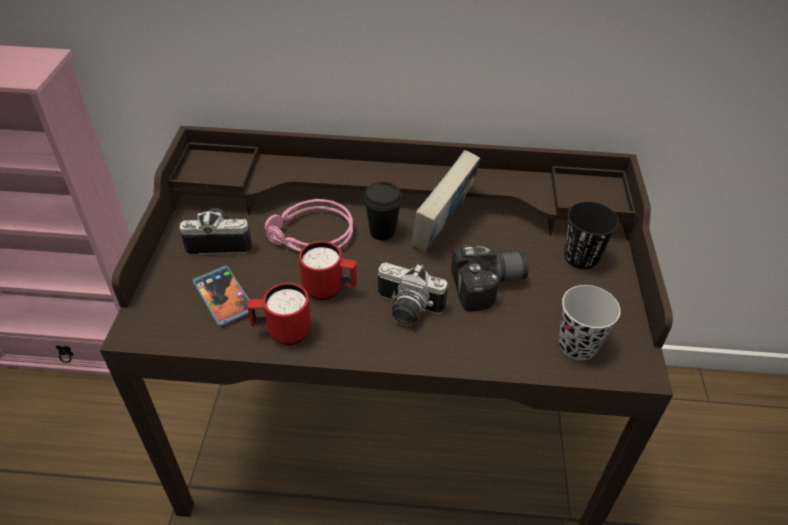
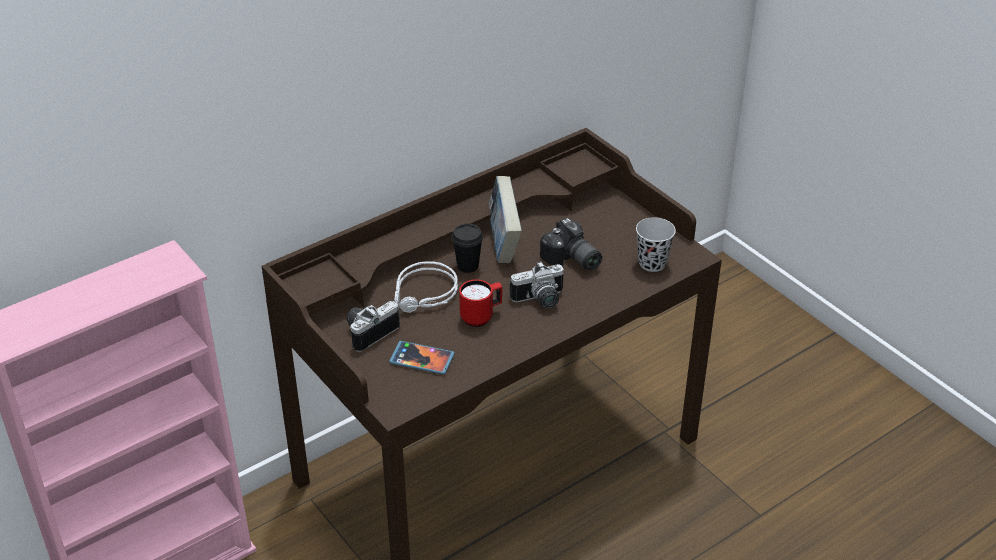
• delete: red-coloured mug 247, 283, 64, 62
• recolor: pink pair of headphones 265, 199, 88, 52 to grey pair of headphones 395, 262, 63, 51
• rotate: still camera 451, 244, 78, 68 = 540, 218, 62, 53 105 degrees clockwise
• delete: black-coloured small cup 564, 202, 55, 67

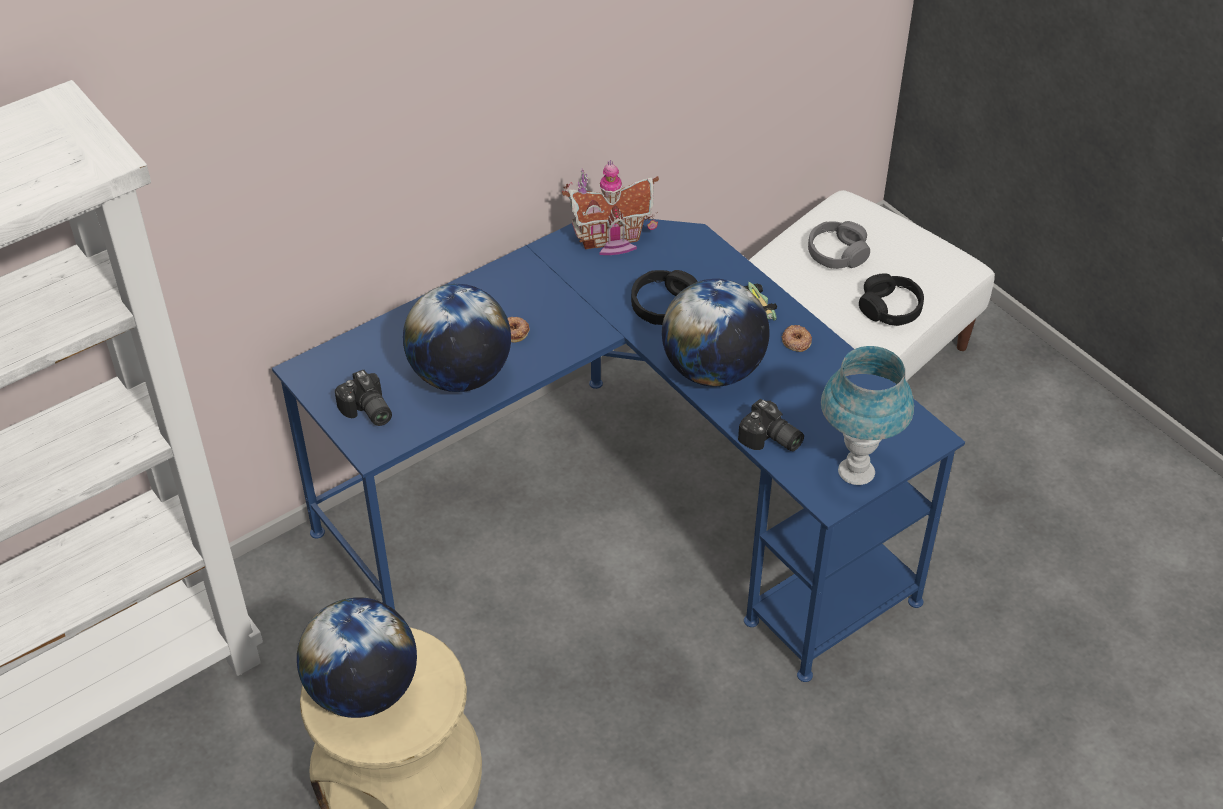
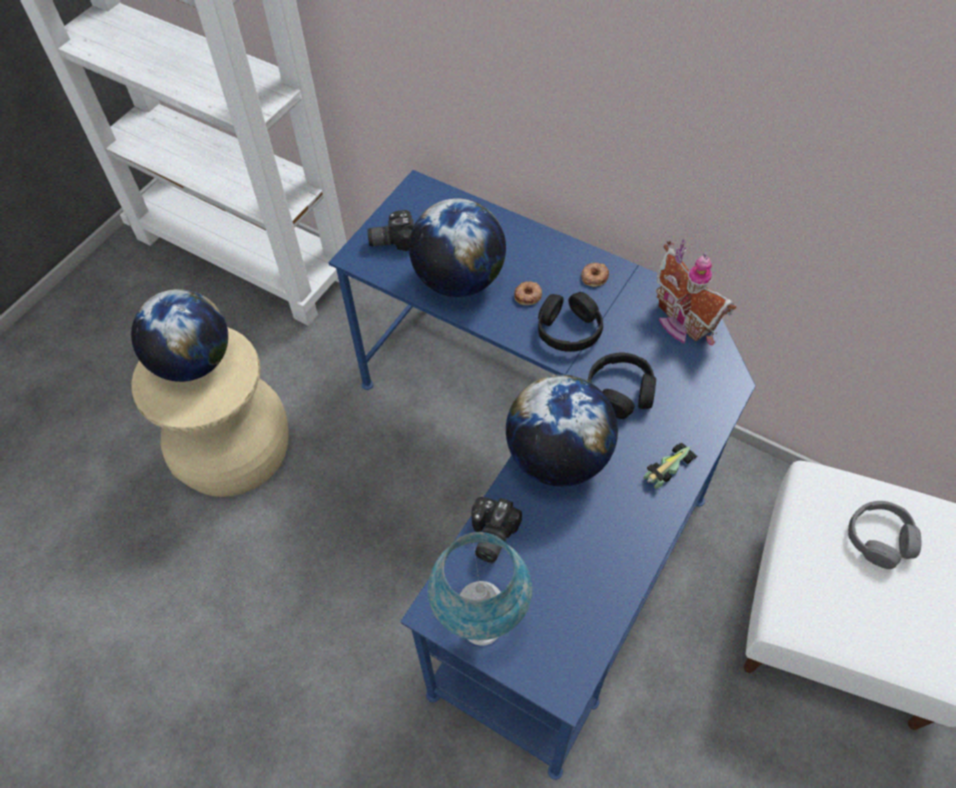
• rotate: still camera 335, 370, 57, 56 = 367, 210, 47, 41 45 degrees clockwise
• move: ring doughnut 782, 325, 30, 27 to 581, 263, 28, 24
• move: black-coloured pair of headphones 859, 273, 65, 53 to 538, 292, 65, 60

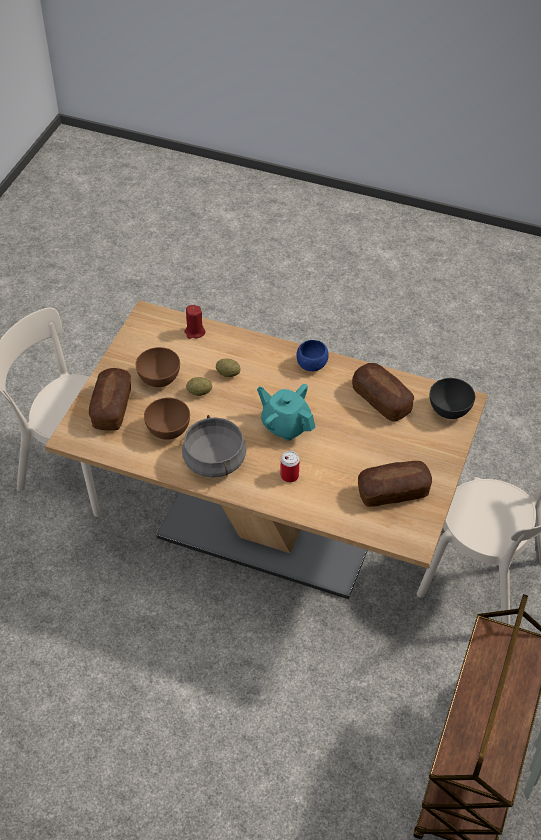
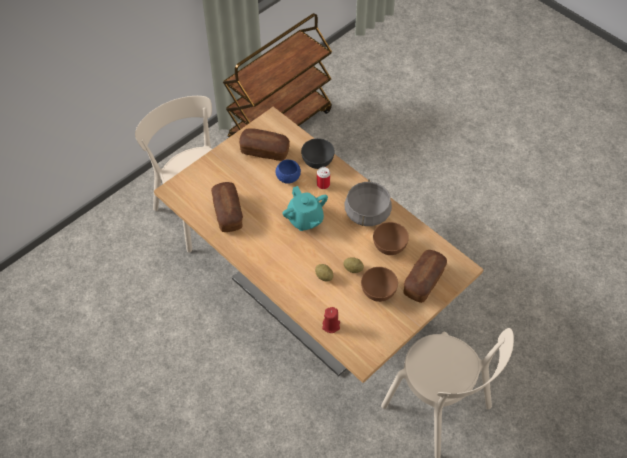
• move: blue bowl 297, 340, 32, 31 to 276, 159, 25, 25
• move: grey bowl 430, 378, 45, 41 to 301, 138, 34, 31

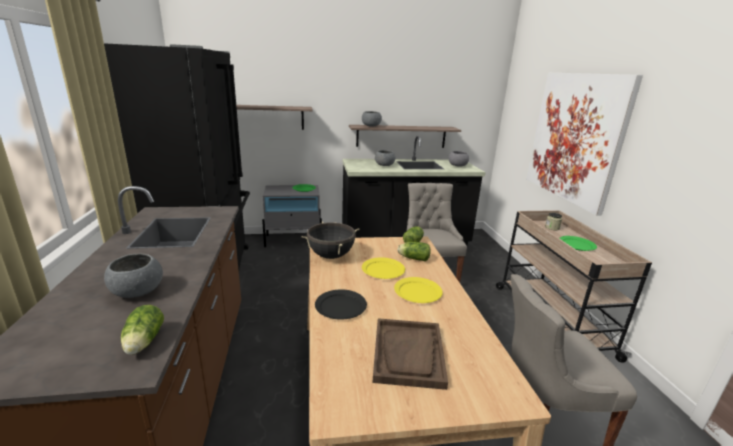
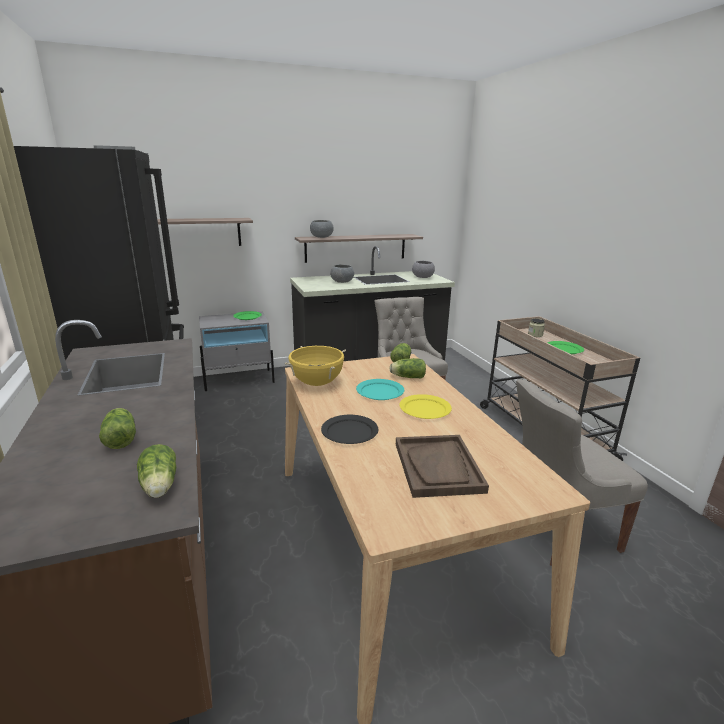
• replace: grey bowl 104, 254, 59, 44 to lettuce head 99, 408, 37, 41
• recolor: black-coloured cooking pot 301, 222, 59, 37 to yellow cooking pot 285, 346, 61, 40
• recolor: yellow flat dish 362, 257, 43, 22 to turquoise flat dish 356, 379, 48, 21
• delete: wall picture 526, 73, 117, 142

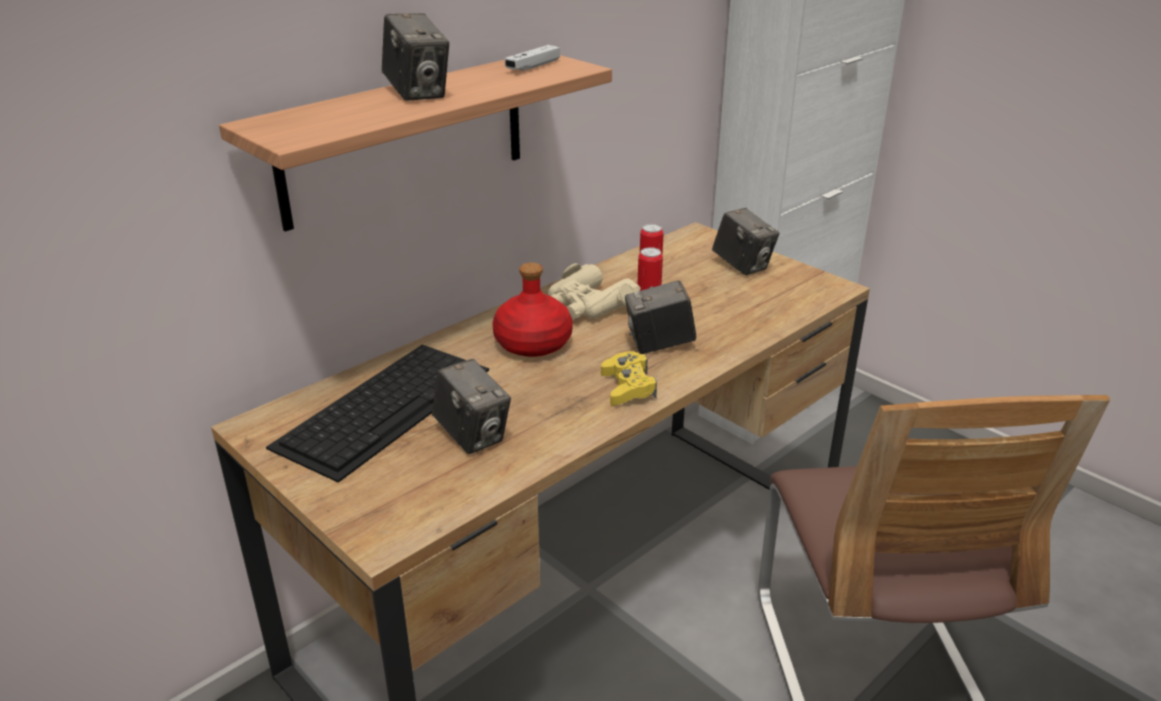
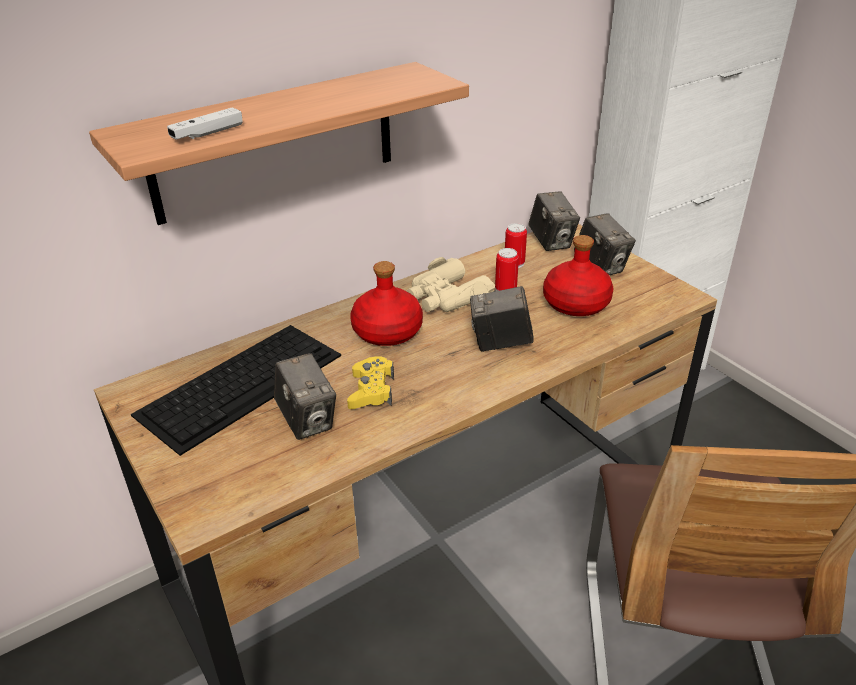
• move: still camera 382, 13, 67, 88 to 528, 191, 52, 60
• move: white joypad 505, 45, 55, 26 to 167, 107, 76, 33
• move: yellow joypad 601, 351, 56, 55 to 347, 356, 47, 53
• insert: red-coloured drink bottle 543, 235, 70, 81

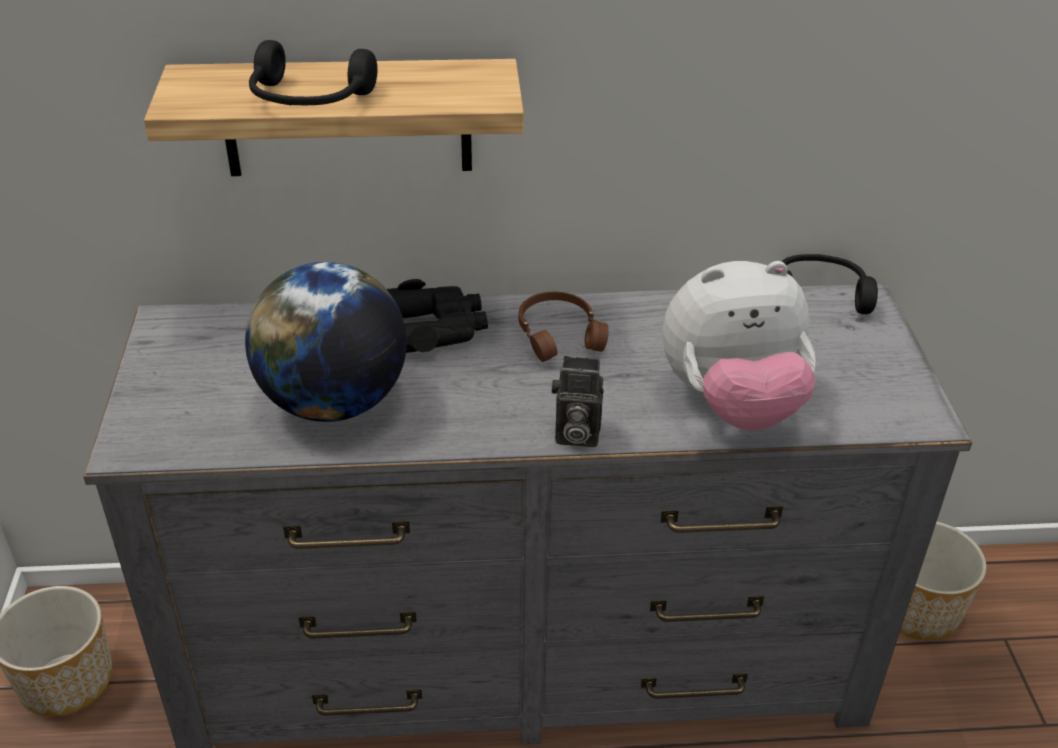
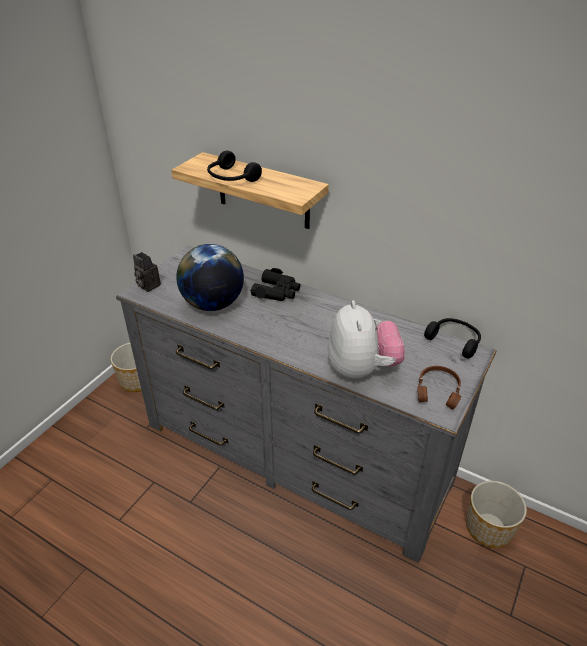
• move: brown pair of headphones 519, 292, 90, 70 to 418, 366, 43, 44
• move: still camera 552, 356, 52, 91 to 133, 252, 28, 40
• rotate: plush toy 662, 261, 154, 170 = 327, 300, 78, 80 120 degrees counterclockwise

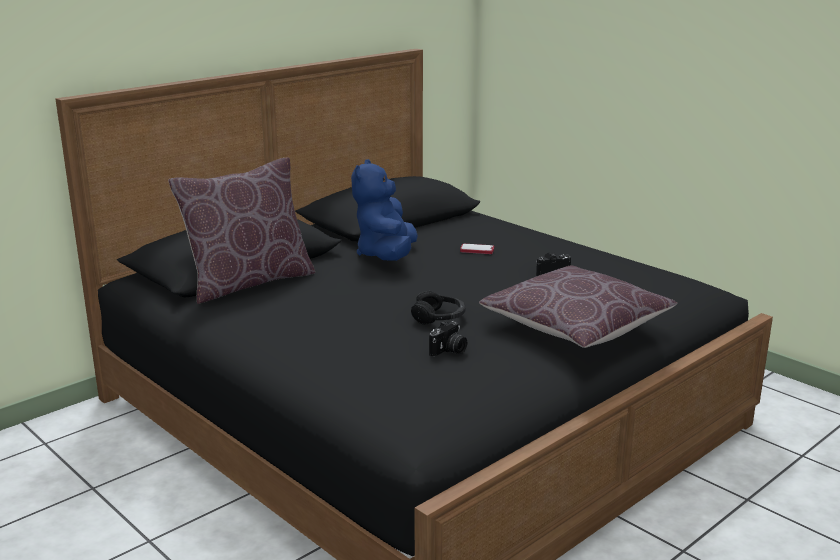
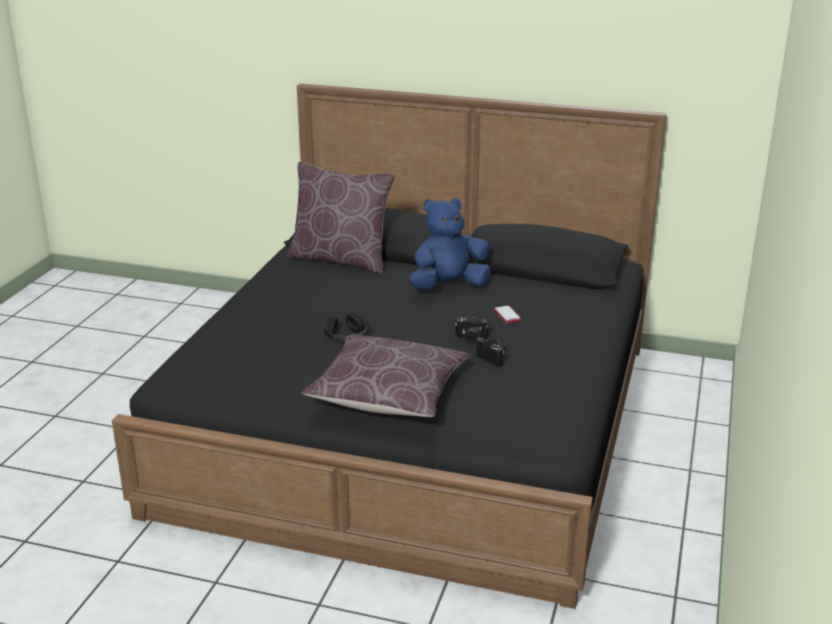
• move: still camera 429, 321, 38, 35 to 455, 316, 34, 28

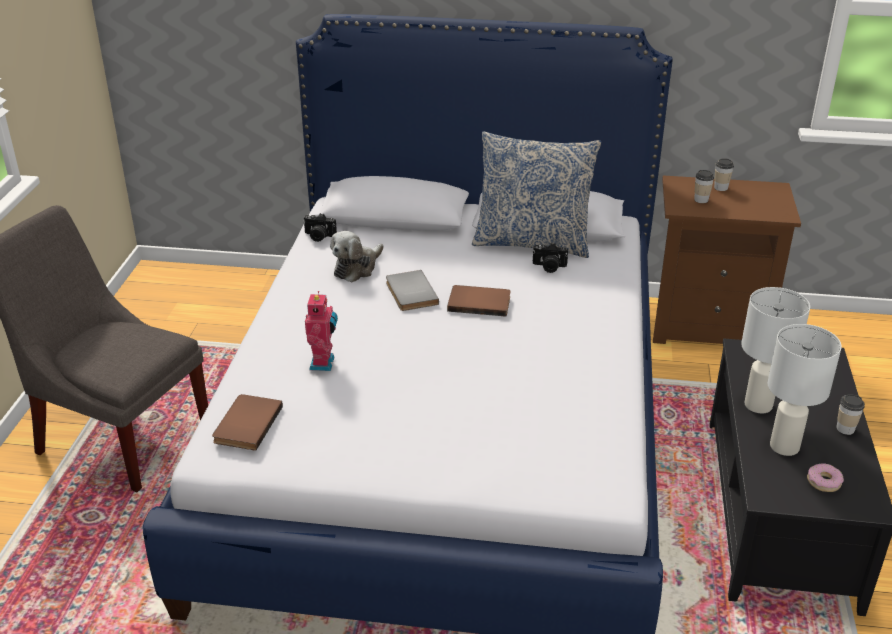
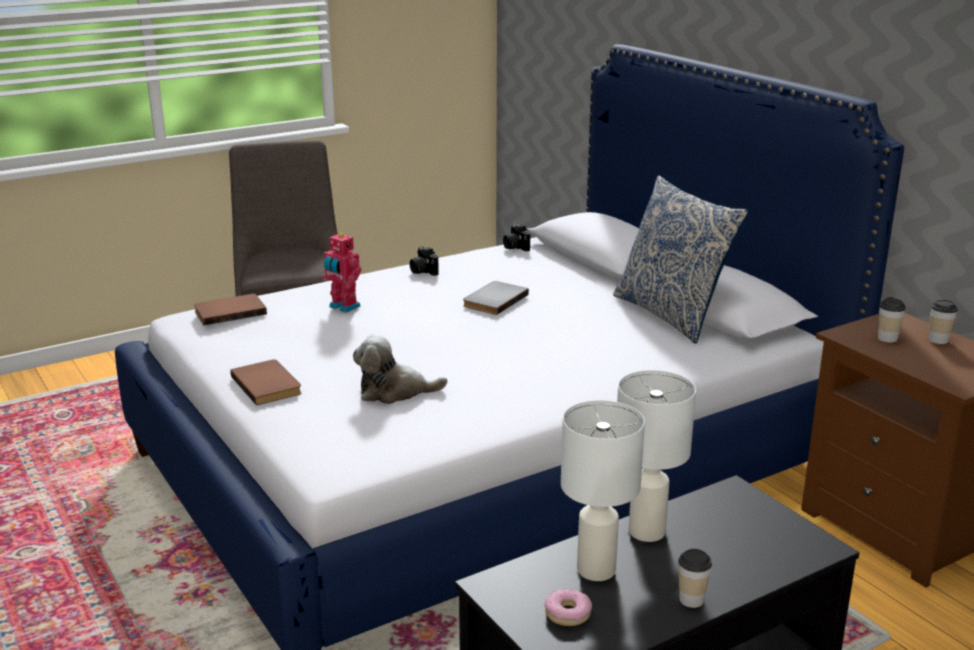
• rotate: toy robot 305, 291, 33, 80 = 322, 232, 39, 81 75 degrees clockwise
• move: plush toy 330, 231, 54, 51 to 353, 334, 94, 70
• move: brown bound book 447, 285, 64, 32 to 230, 359, 72, 46
• move: still camera 532, 243, 36, 30 to 410, 246, 29, 30

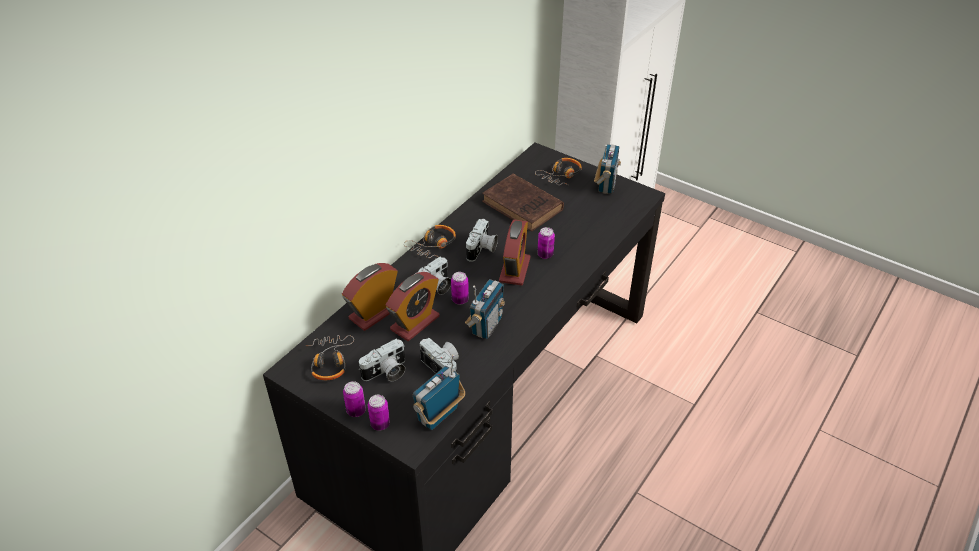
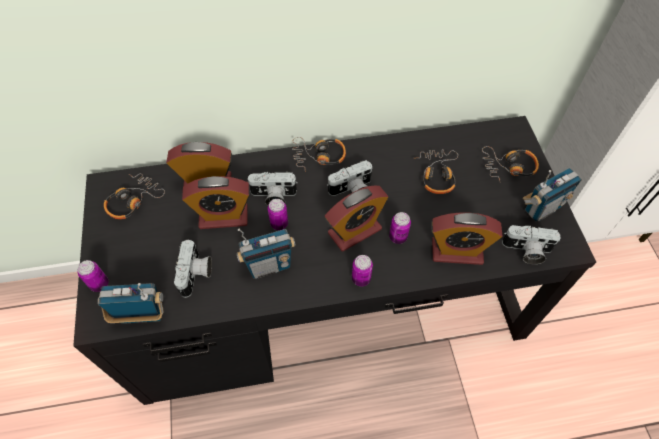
• move: can 343, 381, 23, 36 to 352, 255, 21, 31
• move: still camera 358, 338, 47, 43 to 502, 225, 59, 39
• replace: brown bound book 482, 174, 82, 58 to pair of headphones 413, 149, 45, 45
• insert: alarm clock 431, 213, 71, 52

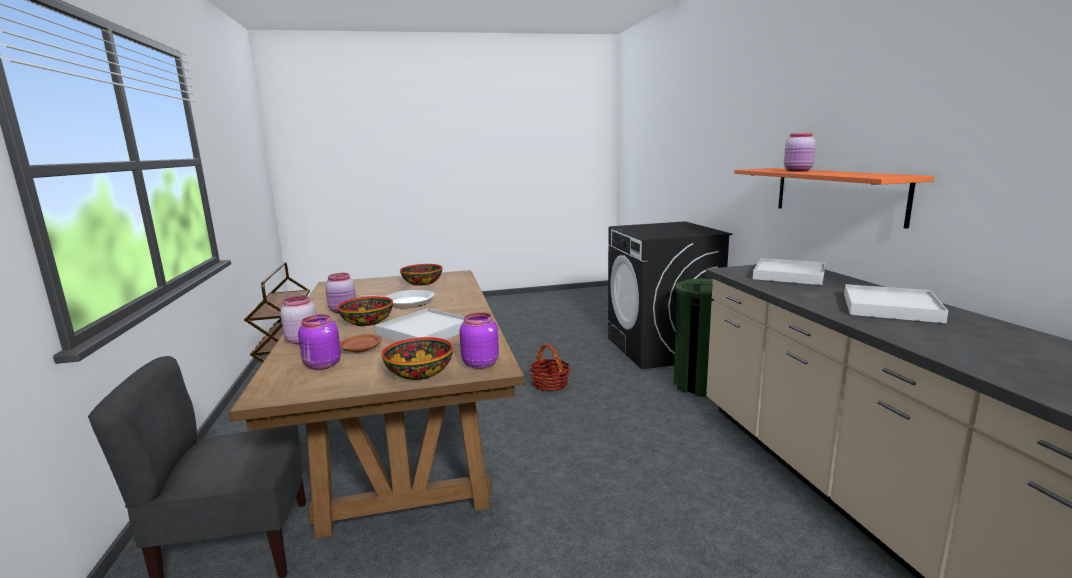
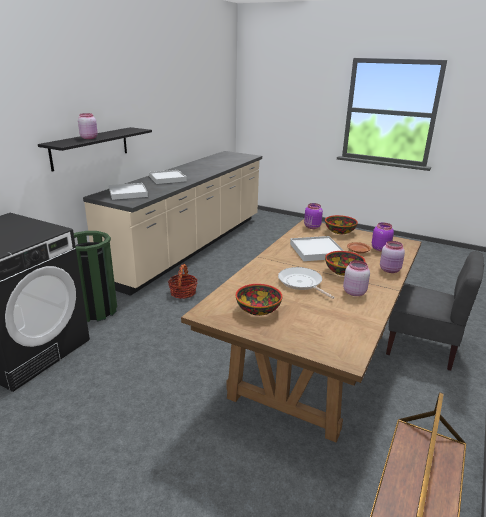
• move: basket 530, 344, 40, 48 to 168, 264, 30, 35
• recolor: orange bracket shelf 734, 168, 201, 61 to black-coloured bracket shelf 38, 127, 114, 45

